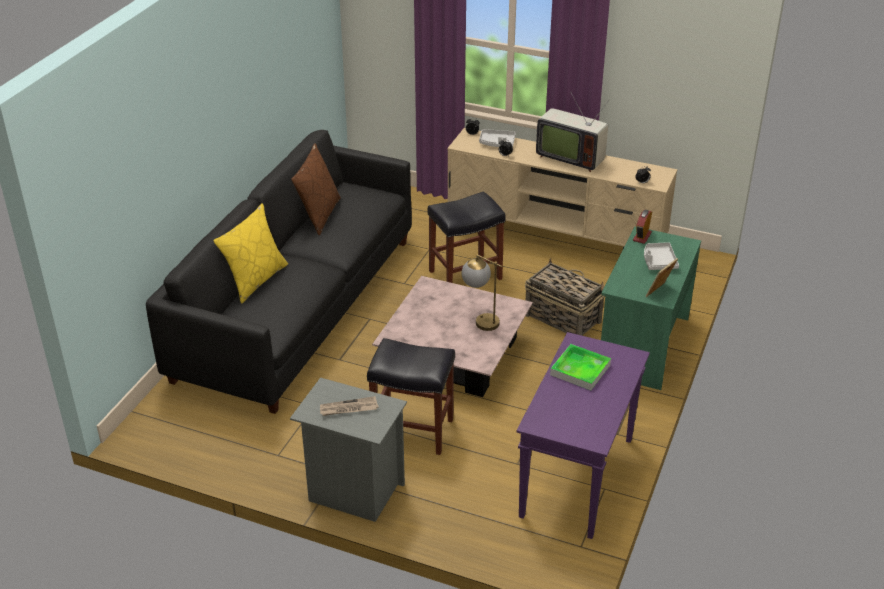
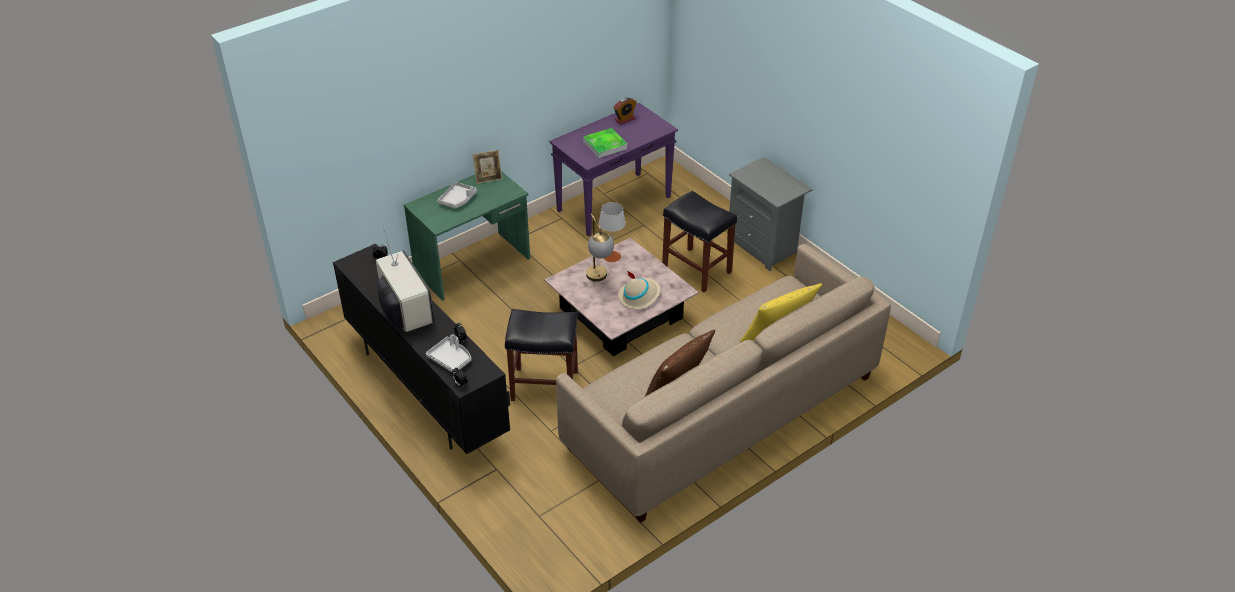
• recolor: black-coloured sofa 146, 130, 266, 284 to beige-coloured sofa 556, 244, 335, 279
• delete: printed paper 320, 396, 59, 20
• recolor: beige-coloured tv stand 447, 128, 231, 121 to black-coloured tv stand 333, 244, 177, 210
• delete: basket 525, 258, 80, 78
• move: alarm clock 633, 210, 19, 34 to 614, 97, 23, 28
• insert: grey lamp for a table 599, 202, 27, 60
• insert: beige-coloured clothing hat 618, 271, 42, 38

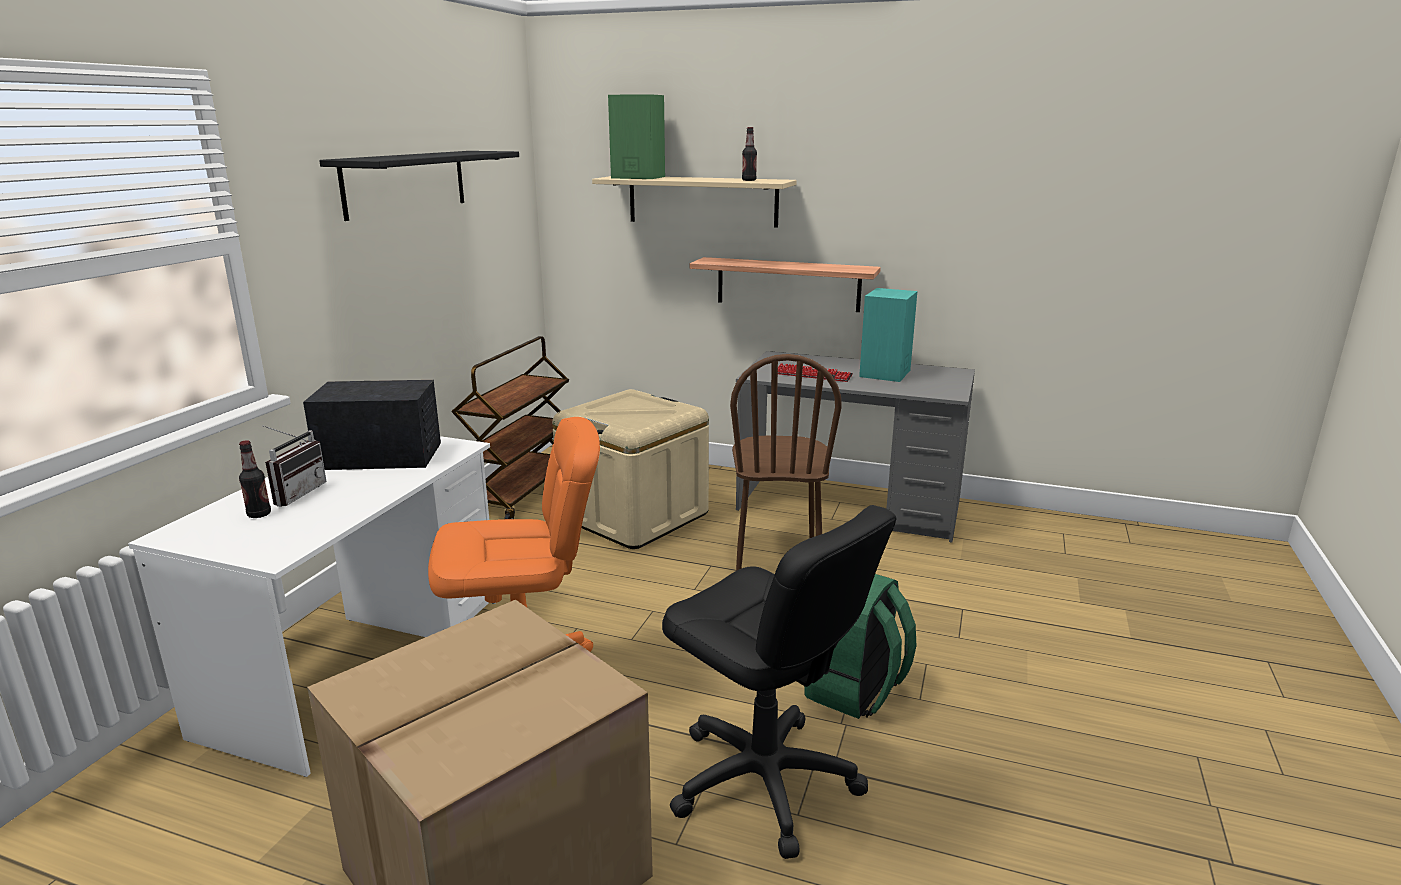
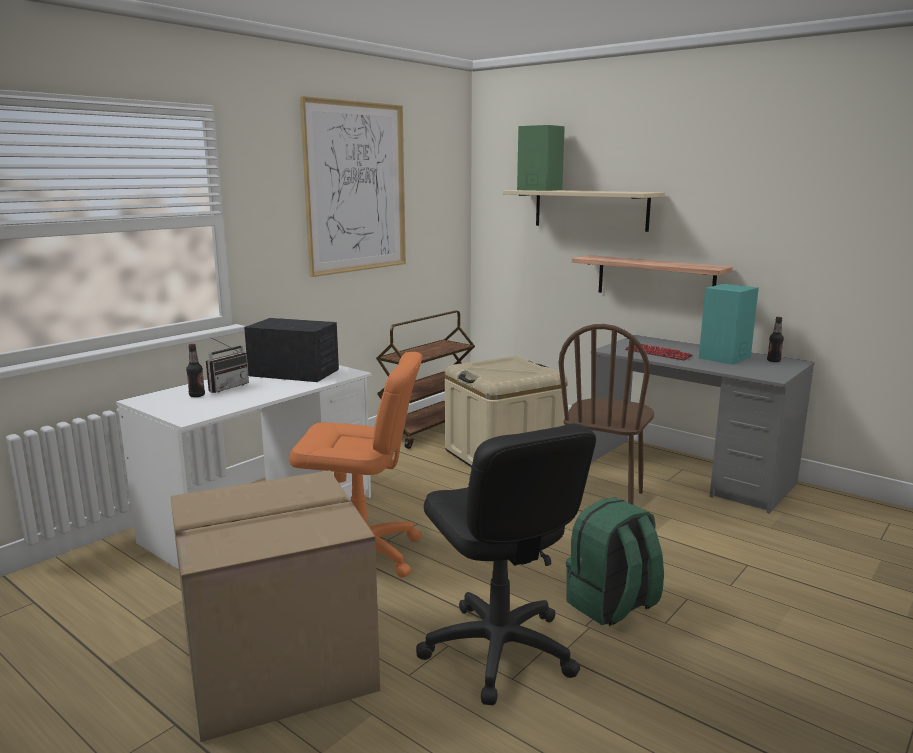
• replace: black-coloured bracket shelf 319, 151, 200, 70 to wall picture 300, 96, 106, 181
• move: drink bottle 742, 127, 15, 54 to 767, 317, 17, 45

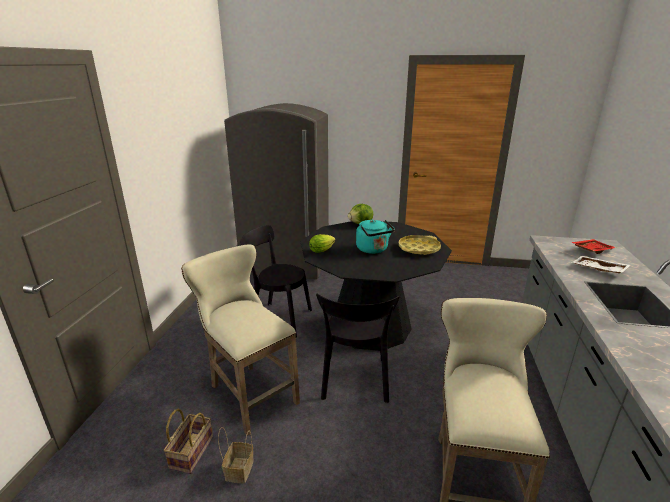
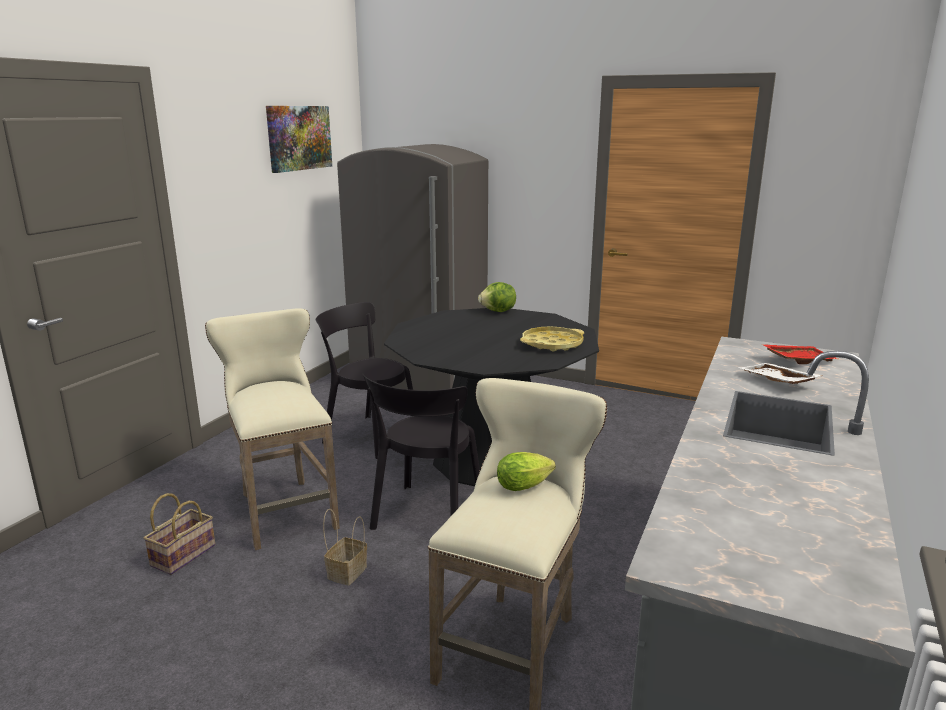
• move: basket 218, 427, 36, 57 to 323, 509, 44, 76
• move: lettuce head 309, 234, 27, 19 to 497, 452, 59, 39
• delete: turquoise water kettle 356, 220, 39, 34
• insert: wall picture 266, 106, 66, 67

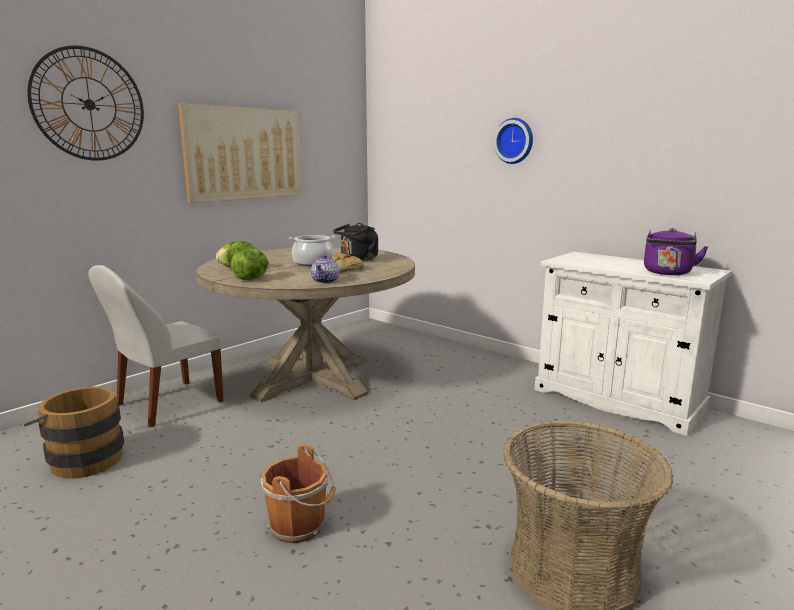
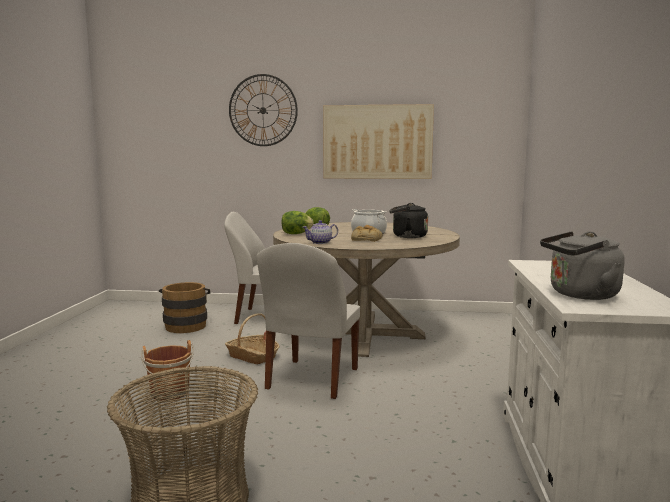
• delete: clock on the wall 494, 118, 39, 46
• recolor: purplish water kettle 644, 228, 65, 47 to grey water kettle 540, 231, 85, 69
• insert: basket 225, 313, 54, 51
• insert: white upright chair 256, 243, 104, 156

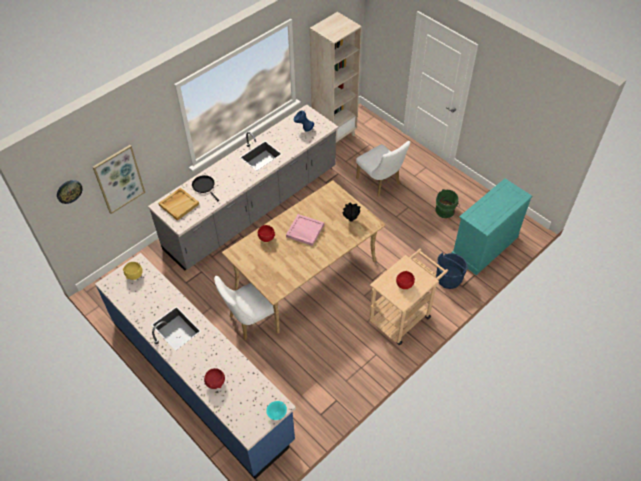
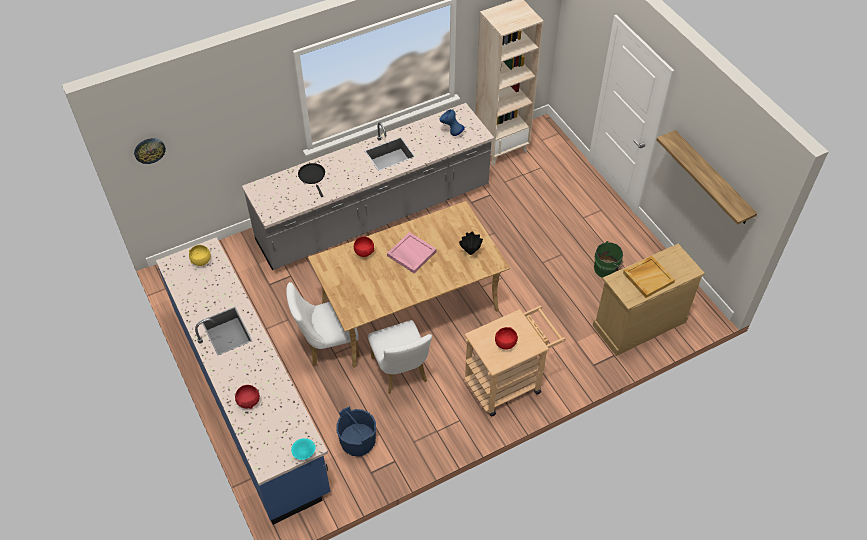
• delete: wall picture 93, 145, 52, 69
• move: beige-coloured serving tray 158, 188, 41, 33 to 623, 256, 52, 42
• move: white upright chair 356, 141, 54, 56 to 368, 320, 64, 74
• move: blue water bucket 436, 253, 32, 36 to 336, 406, 40, 51
• recolor: turquoise drawer chest 451, 178, 82, 97 to beige-coloured drawer chest 592, 244, 113, 112
• insert: bracket shelf 656, 130, 102, 95

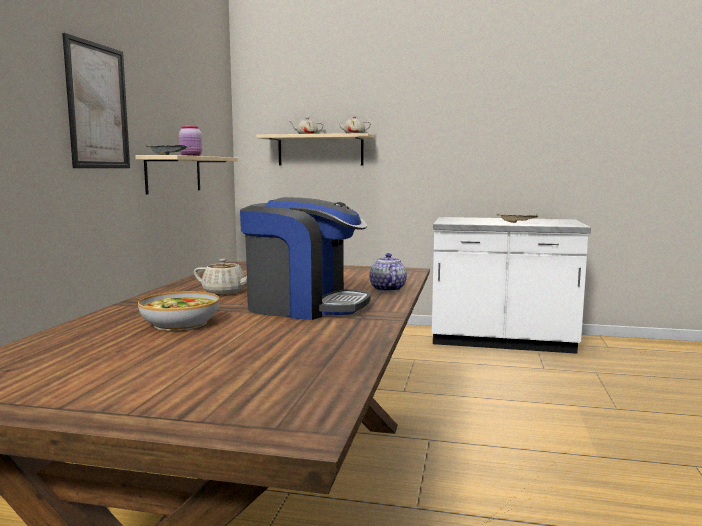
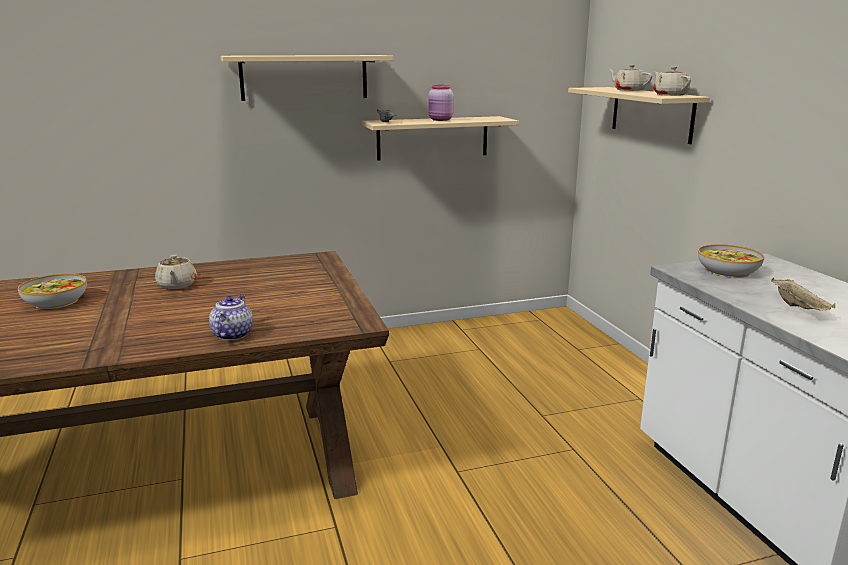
• replace: wall picture 62, 33, 68, 135 to beige-coloured bracket shelf 221, 55, 172, 46
• delete: coffee brewer 240, 197, 131, 123
• rotate: pot for tea 369, 253, 38, 39 = 209, 295, 44, 45 45 degrees counterclockwise
• insert: bowl 698, 244, 66, 34

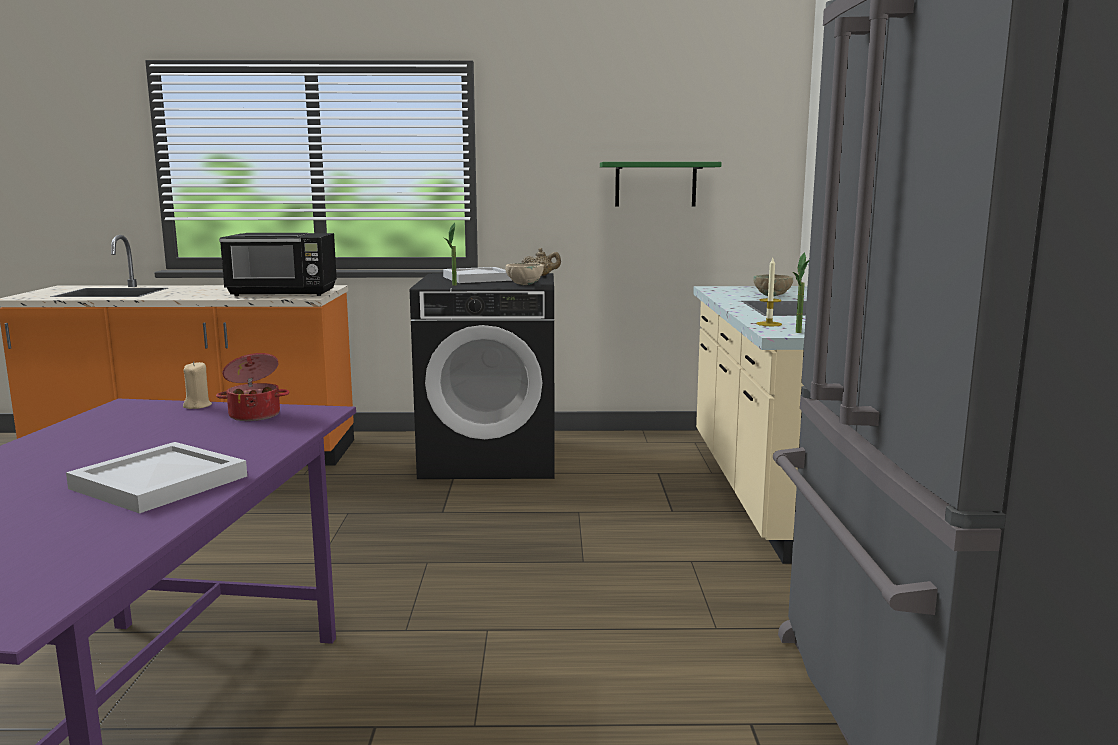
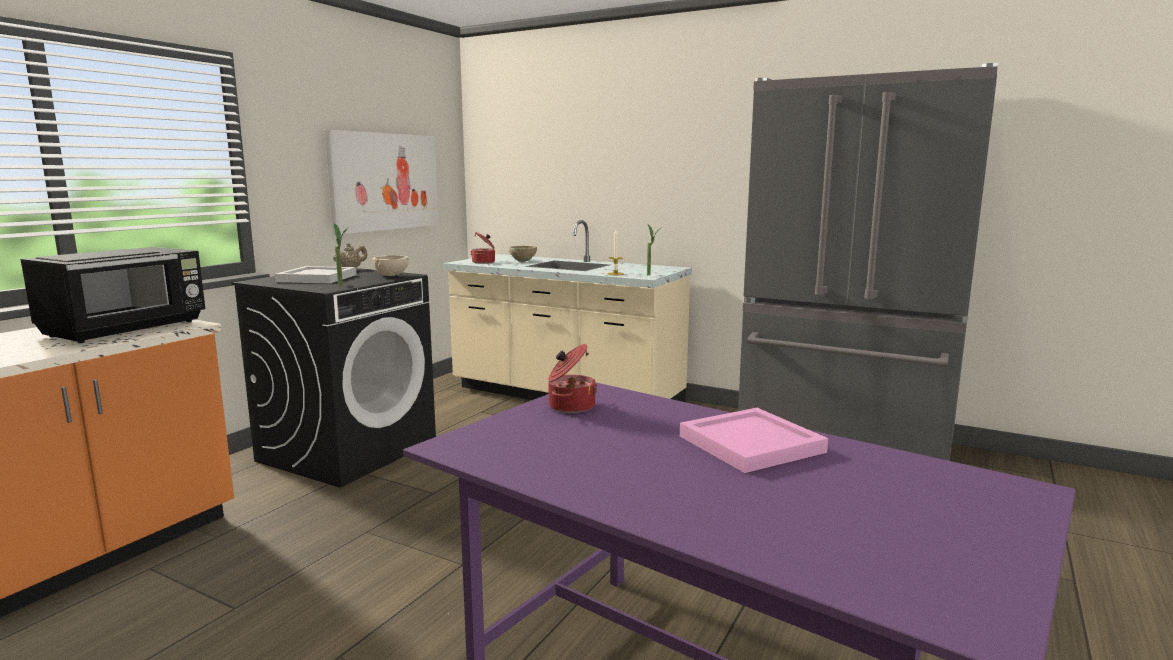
• recolor: white serving tray 66, 442, 181, 72 to pink serving tray 680, 408, 148, 65
• delete: beige-coloured wax light 183, 361, 29, 48
• replace: green-coloured bracket shelf 600, 162, 121, 45 to wall picture 325, 130, 114, 104
• insert: cooking pot 471, 232, 24, 32

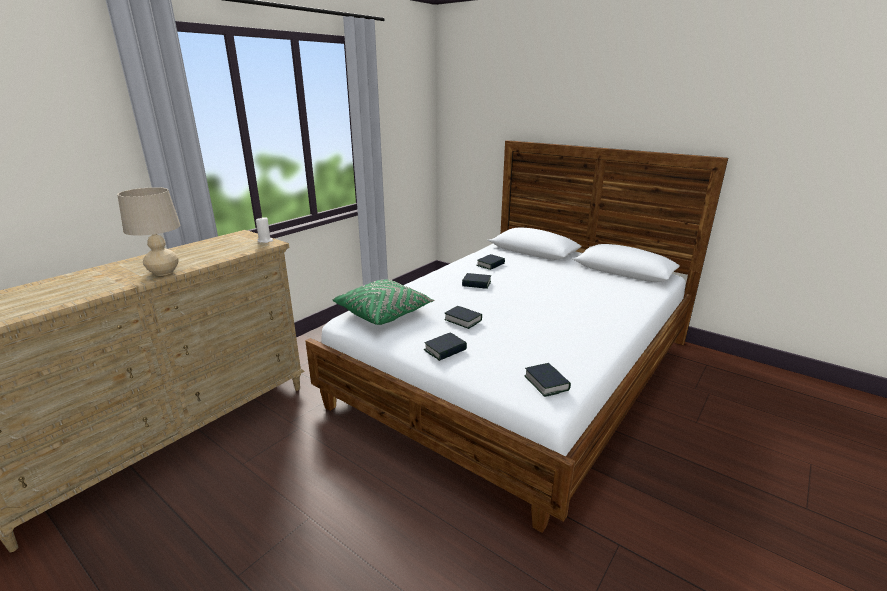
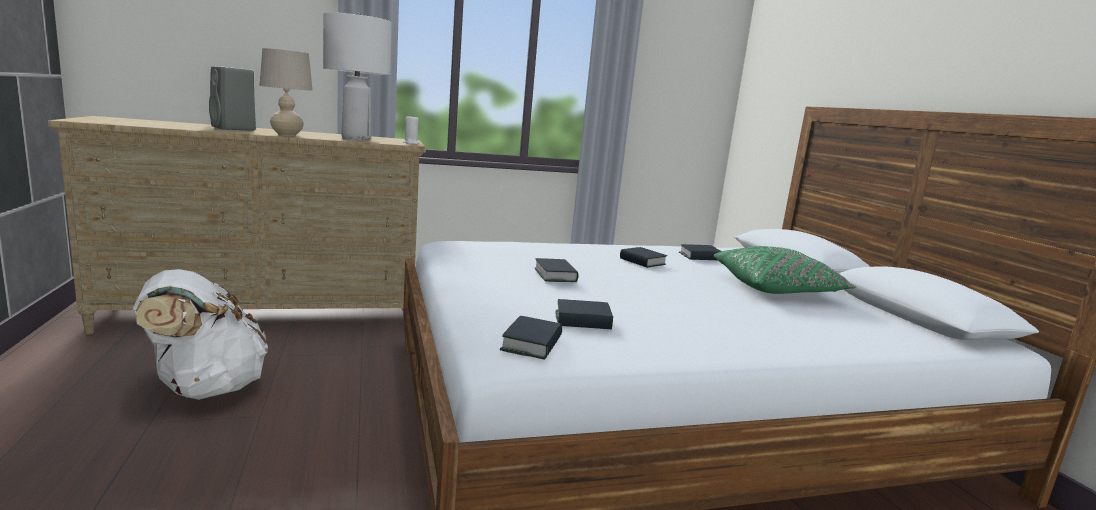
• move: green-coloured throw pillow 333, 279, 101, 46 to 714, 246, 143, 48
• move: bound book 424, 332, 43, 29 to 556, 299, 57, 30
• insert: white rucksack 133, 269, 135, 131
• insert: grey loudspeaker 209, 66, 47, 65
• insert: white lamp for a table 323, 12, 69, 129

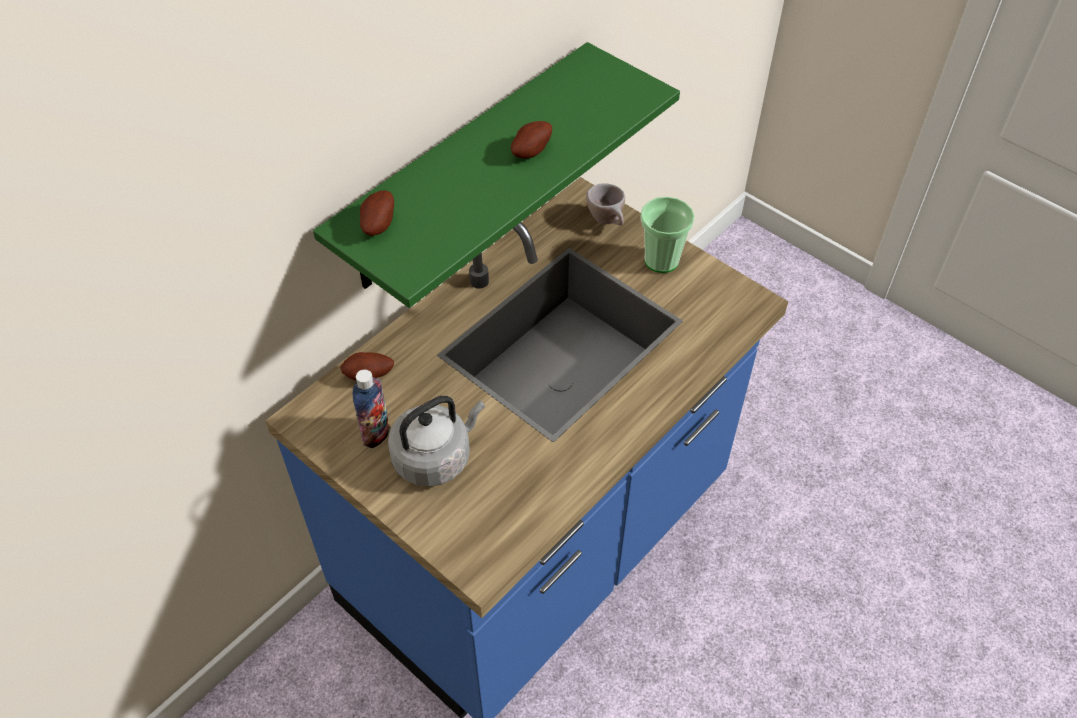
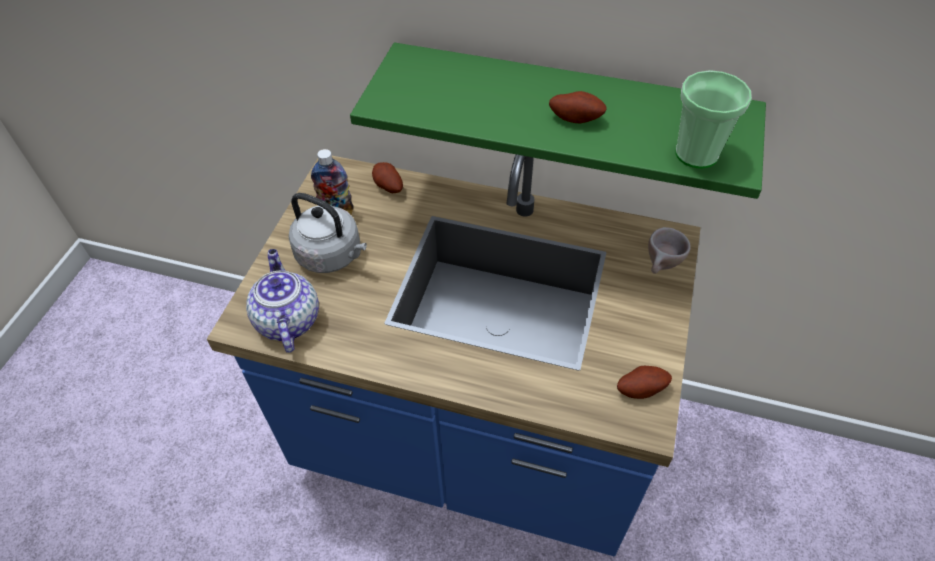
• move: whole potato 360, 190, 34, 46 to 617, 366, 55, 33
• move: small cup 640, 197, 55, 76 to 675, 70, 77, 99
• insert: pot for tea 246, 249, 73, 104

